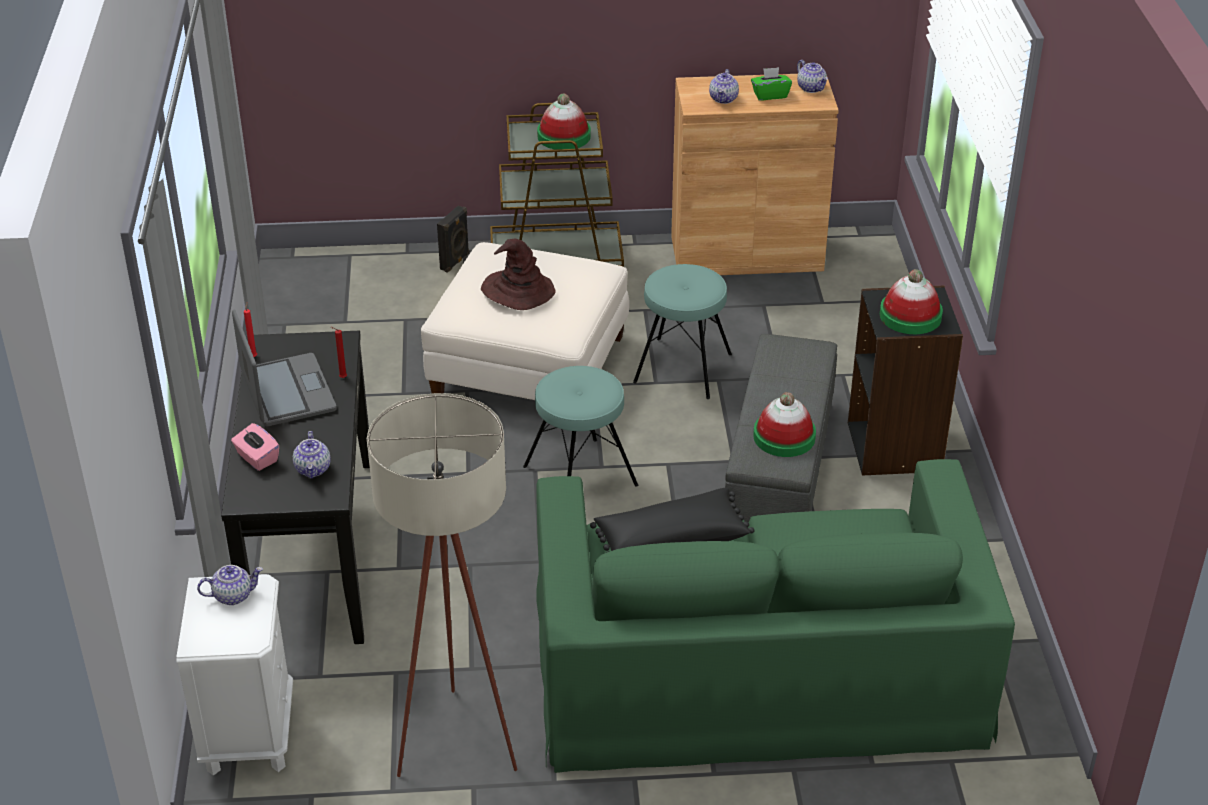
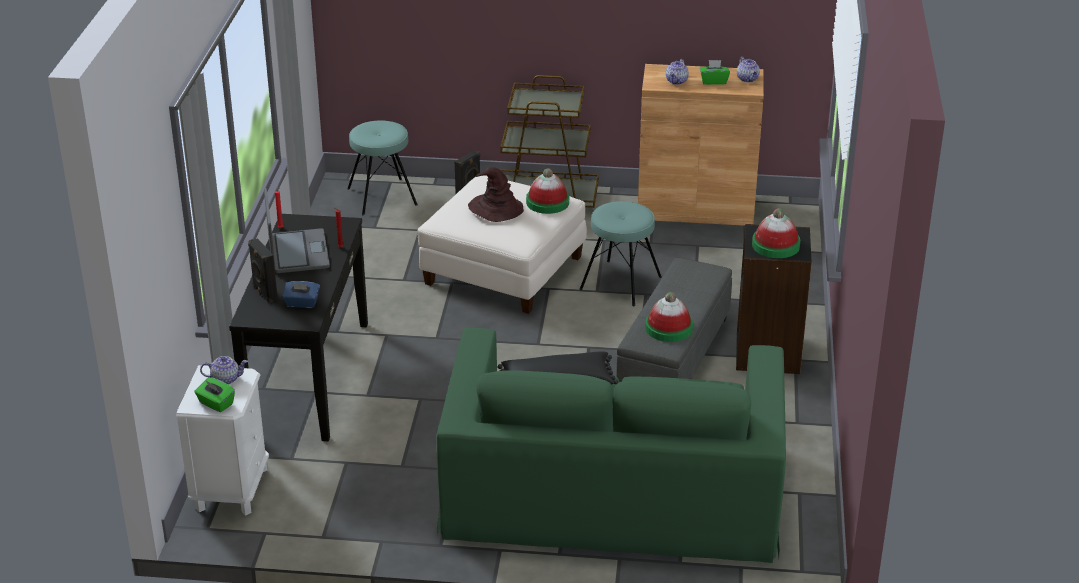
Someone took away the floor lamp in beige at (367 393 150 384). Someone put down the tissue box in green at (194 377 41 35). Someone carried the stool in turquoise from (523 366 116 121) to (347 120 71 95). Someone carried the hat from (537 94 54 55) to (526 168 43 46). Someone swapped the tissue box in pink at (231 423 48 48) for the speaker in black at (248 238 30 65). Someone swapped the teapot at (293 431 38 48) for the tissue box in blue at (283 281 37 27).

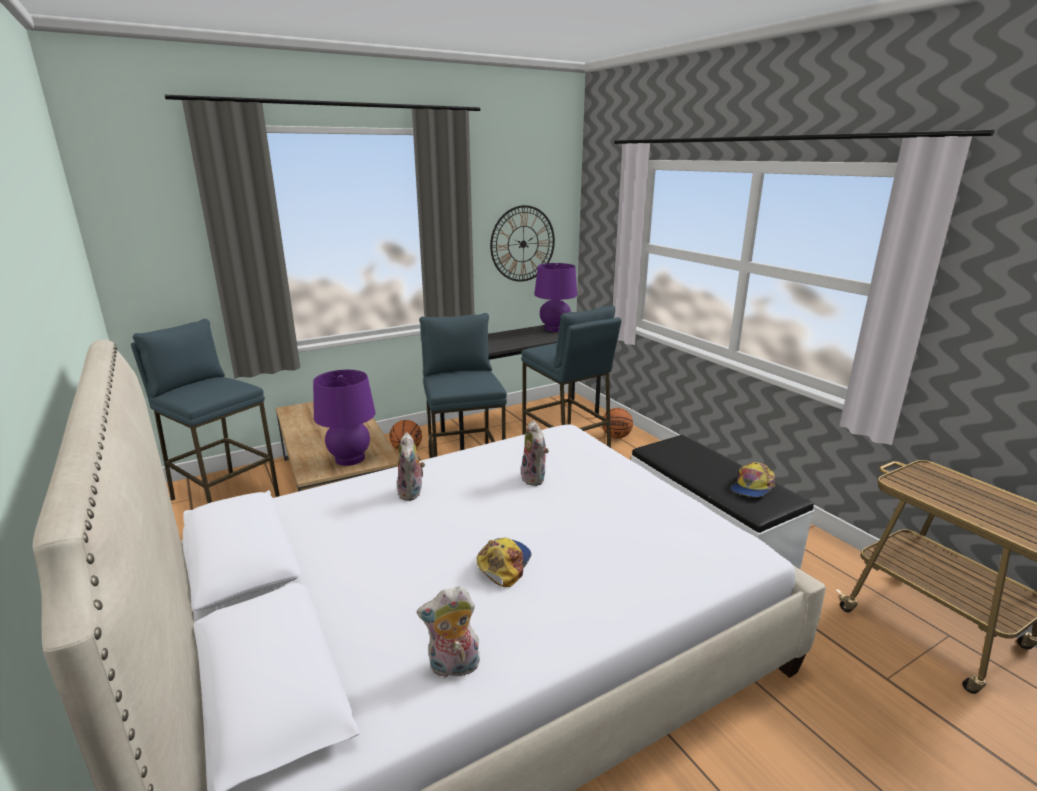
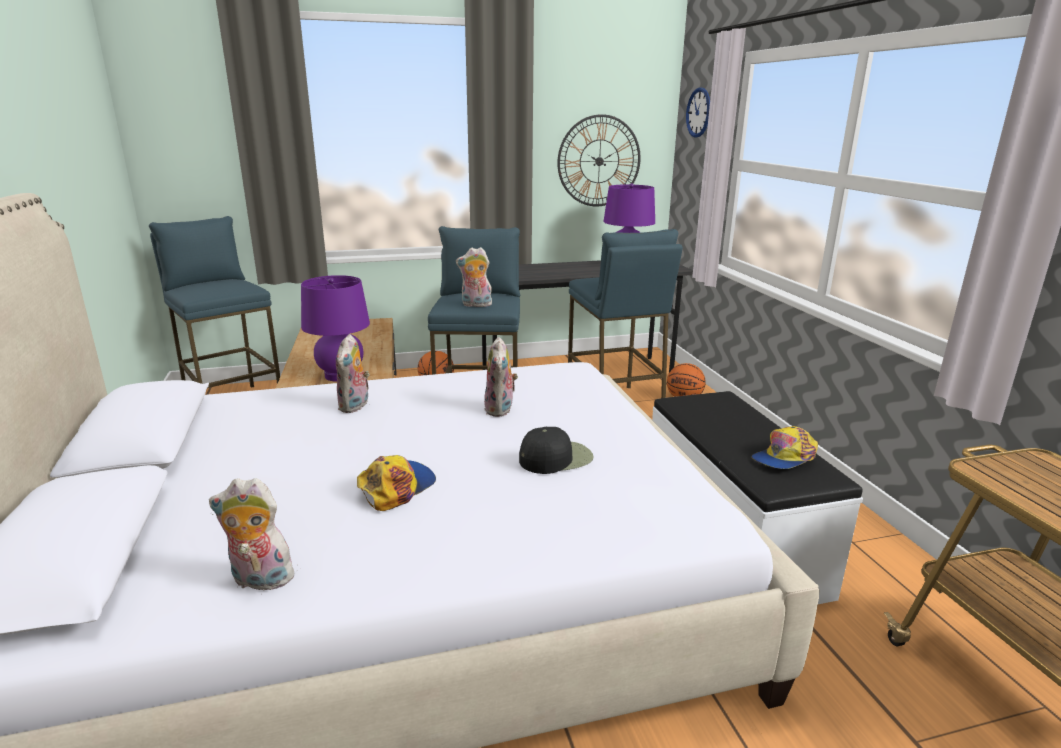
Someone put down the plush toy at (456 247 36 60). Someone put down the cap in black at (519 427 75 47). Someone put up the wall clock at (686 87 24 51).

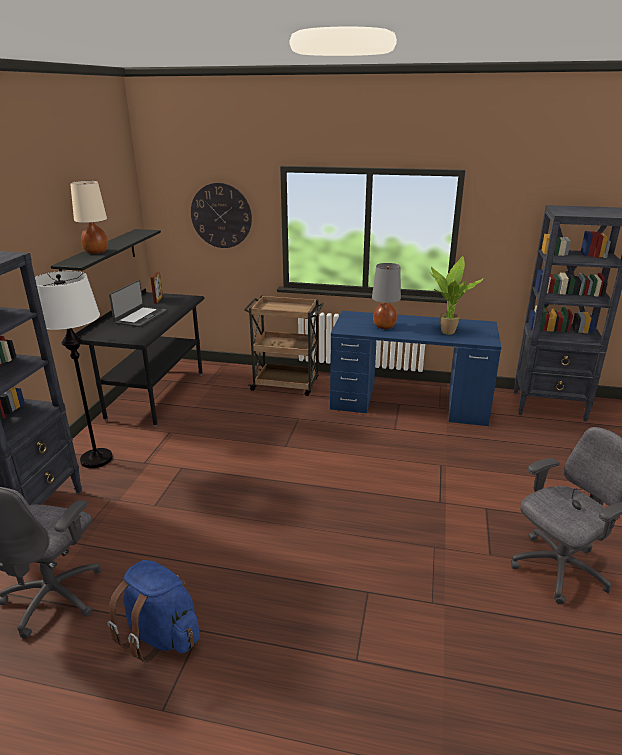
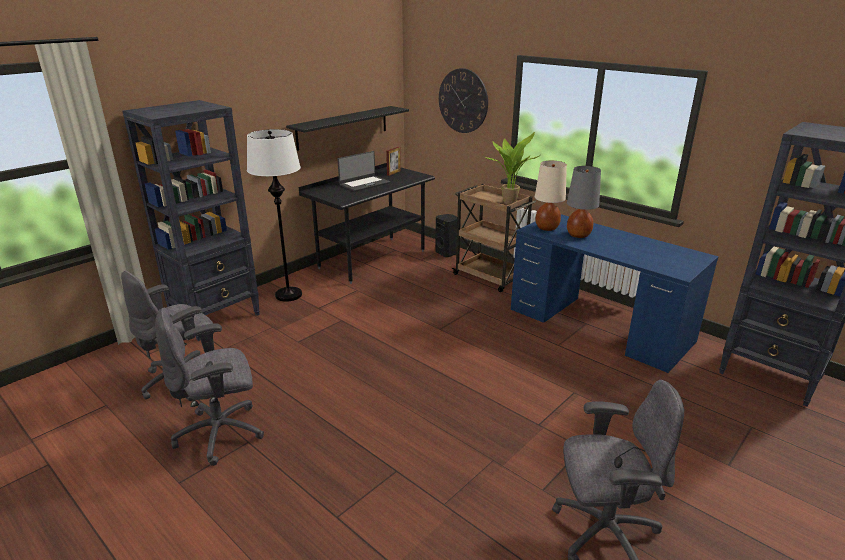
Someone put down the speaker in black at (435 214 22 43). Someone carried the table lamp in beige from (70 181 38 73) to (535 160 32 71). Someone carried the potted plant from (429 256 55 79) to (485 132 54 72). Someone swapped the backpack in blue at (108 560 92 103) for the office chair in grey at (155 308 109 158).

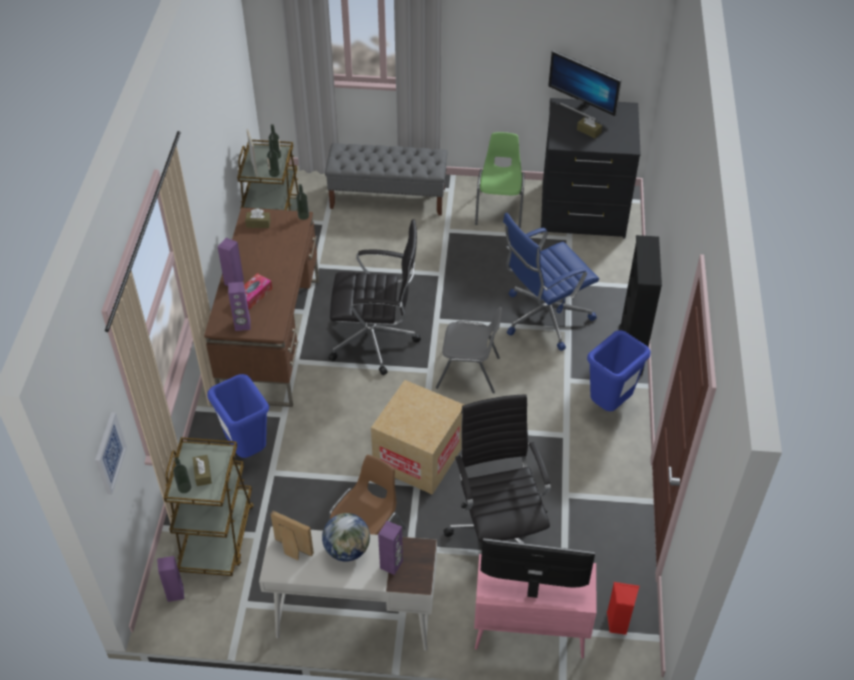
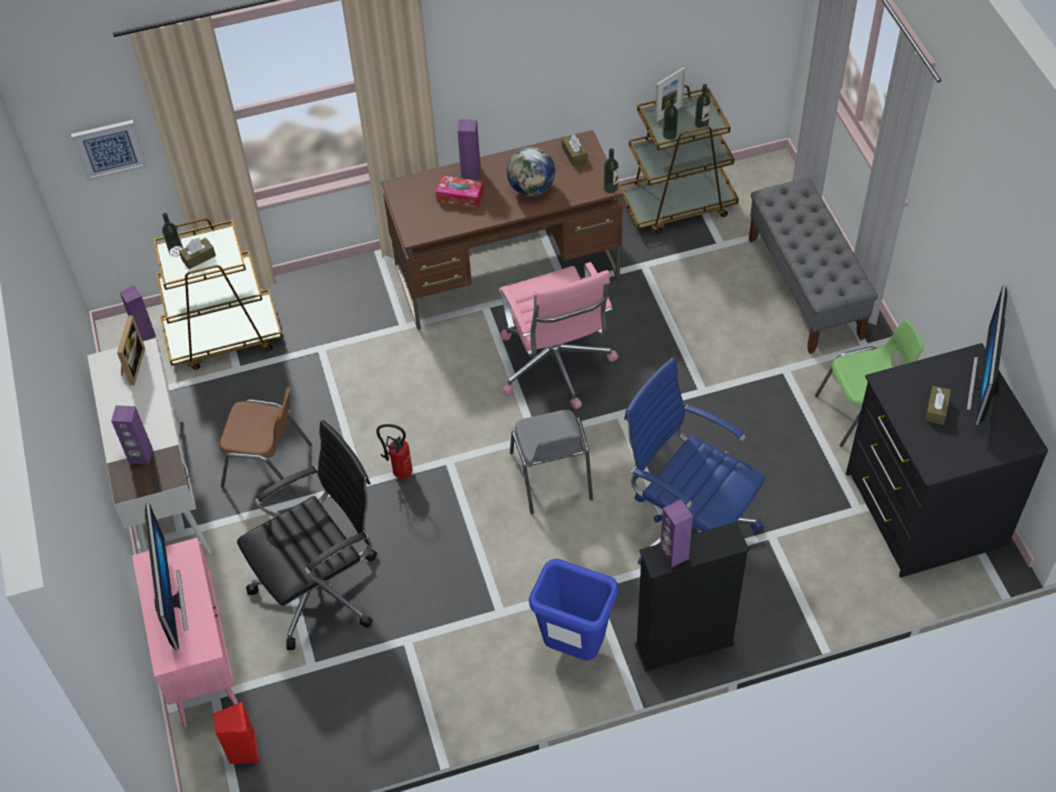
Someone took away the trash can in blue at (207 374 62 84). Someone carried the speaker in purple from (228 282 22 49) to (660 499 33 69). Someone carried the globe from (322 513 48 49) to (507 147 48 49). Someone swapped the cardboard box at (371 380 93 115) for the fire extinguisher at (376 424 37 55). Someone repainted the office chair in black at (329 219 92 156), which became the office chair in pink at (499 262 119 147).

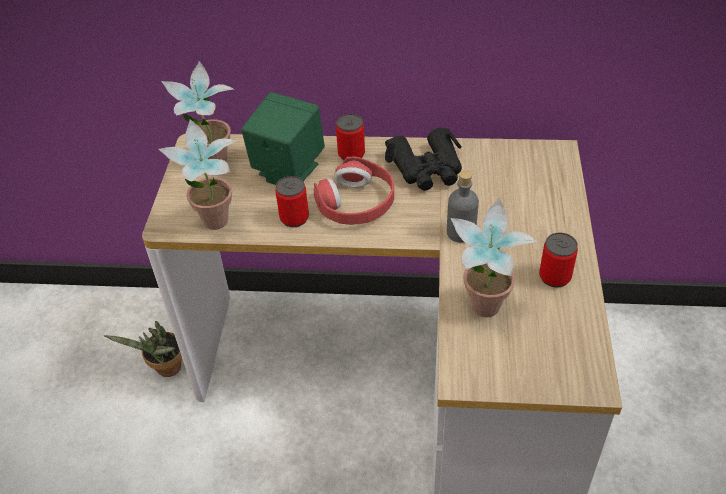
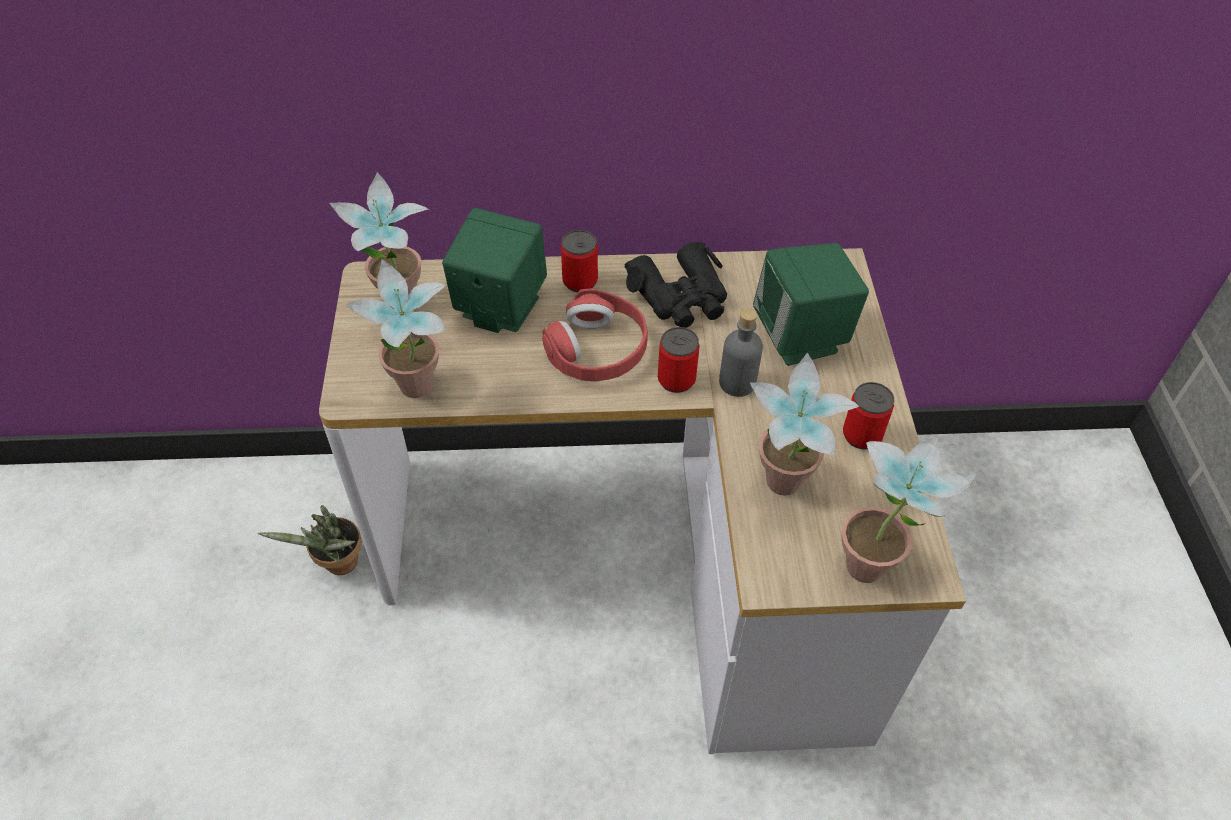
Someone put down the speaker in green at (753 243 116 123). Someone put down the potted plant at (842 436 134 147). Someone carried the can from (275 176 34 51) to (658 327 41 66).

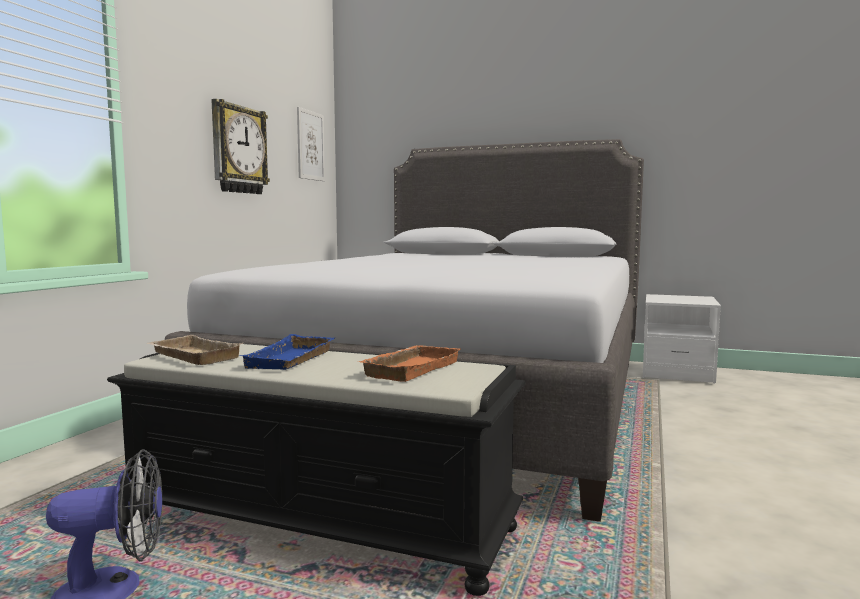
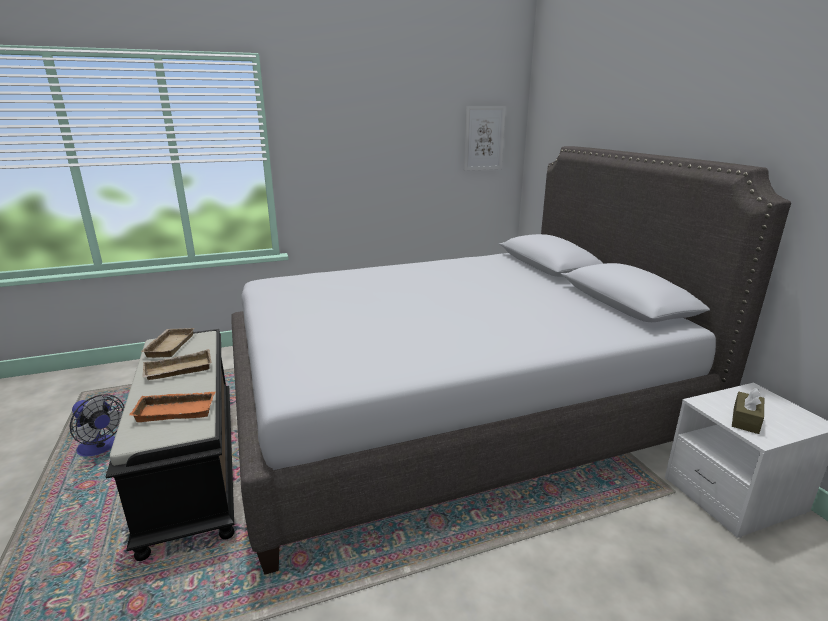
Someone took away the wall clock at (211 99 59 95). Someone put down the tissue box in brown at (732 387 32 47). Someone repainted the tray in blue at (240 334 95 36), which became the tray in beige at (142 349 70 31).

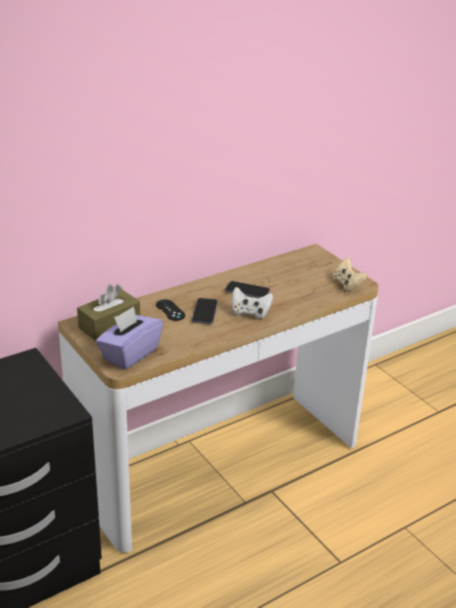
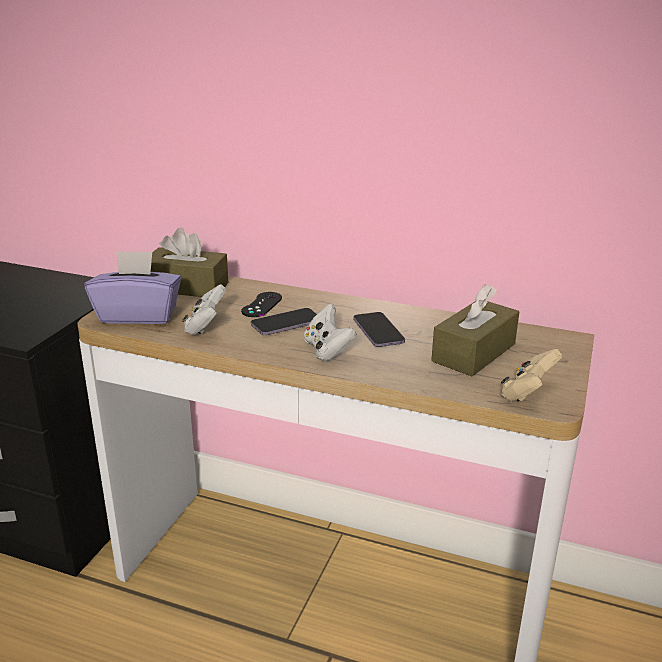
Someone put down the game controller in white at (182 285 44 50). Someone put down the tissue box in brown at (431 285 88 91).

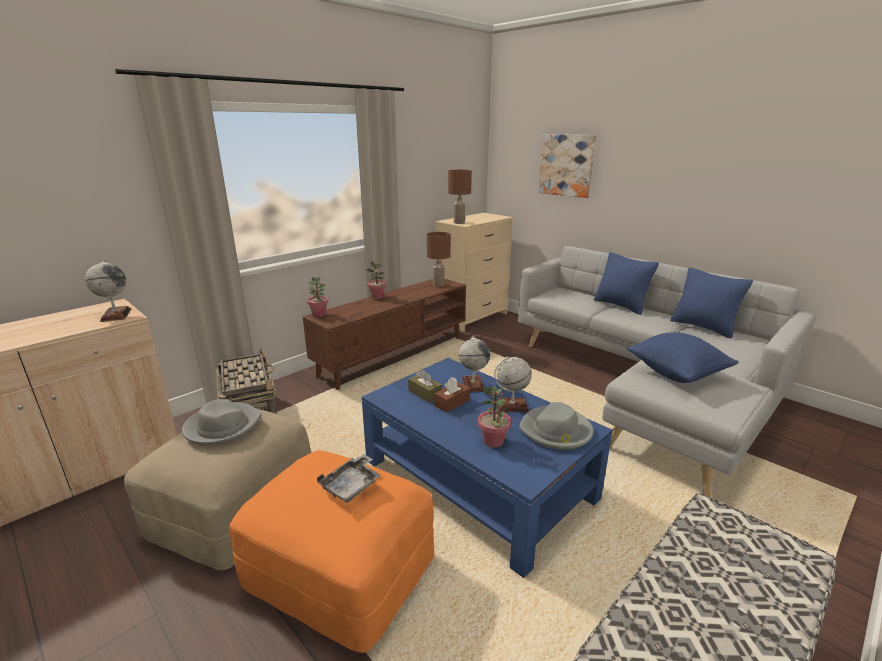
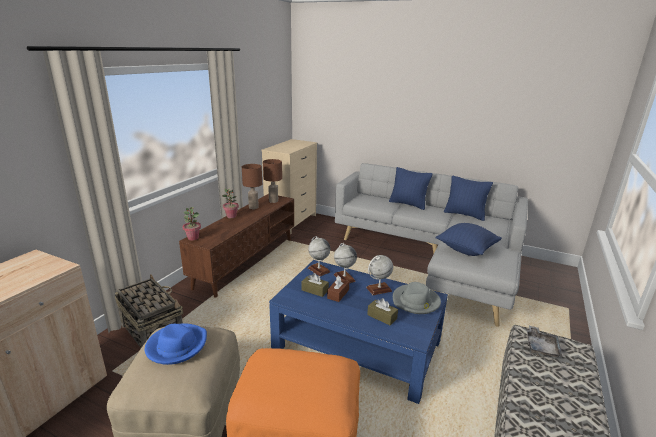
Someone took away the picture at (538 134 58 64). Someone carried the globe from (85 260 46 62) to (308 236 22 40). Someone carried the tray in grey from (317 454 64 49) to (527 326 35 31). Someone carried the table lamp in brown from (448 170 24 54) to (242 164 20 45). Someone swapped the potted plant at (478 386 33 62) for the tissue box in brown at (367 298 31 27). Someone repainted the hat in grey at (182 399 80 47), which became the hat in blue at (145 323 62 42).

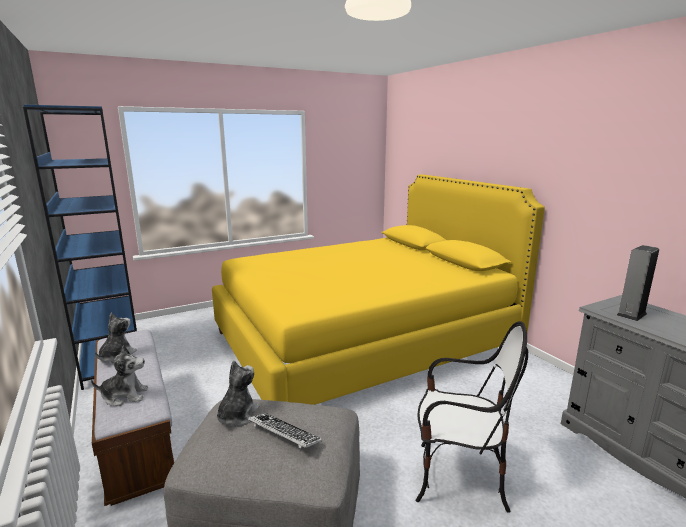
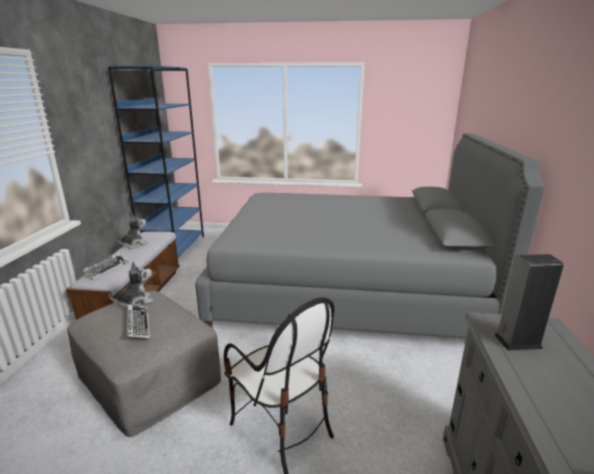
Someone swapped the plush toy at (91 345 57 61) for the keyboard at (81 253 48 26). Someone repainted the bed in yellow at (212 174 333 231), which became the bed in grey at (195 133 350 205).

